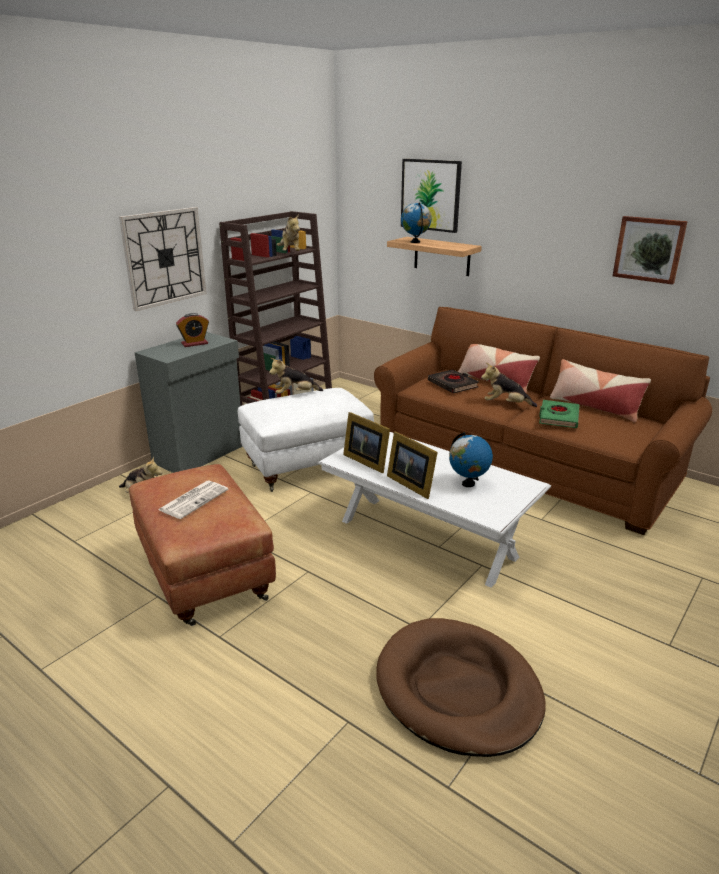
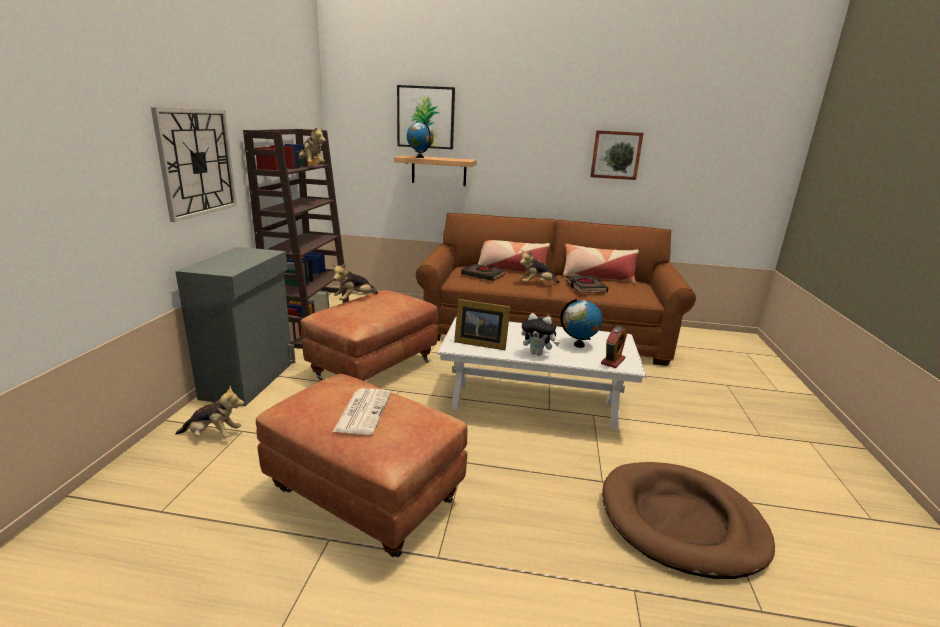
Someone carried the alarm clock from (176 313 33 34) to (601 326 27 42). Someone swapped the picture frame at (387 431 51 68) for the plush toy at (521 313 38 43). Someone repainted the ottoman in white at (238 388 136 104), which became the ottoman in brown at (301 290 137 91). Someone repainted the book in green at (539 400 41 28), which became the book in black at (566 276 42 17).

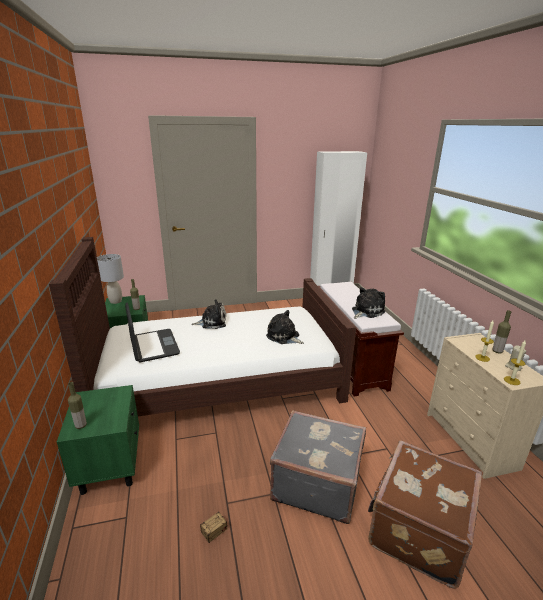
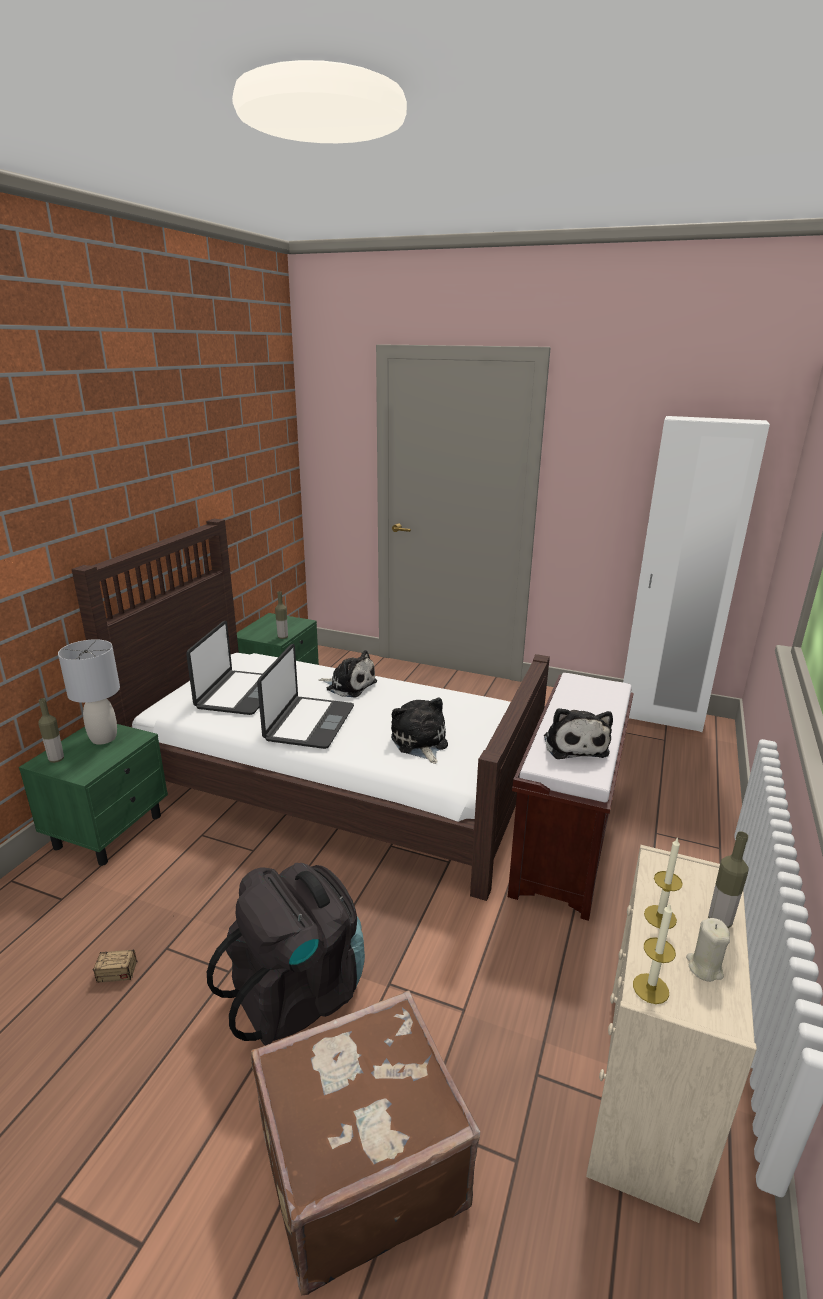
Someone put down the laptop at (257 644 97 105). Someone carried the table lamp in grey from (97 254 27 50) to (58 639 62 106). Someone swapped the suitcase in grey at (270 410 96 114) for the backpack in black at (207 863 158 183). Someone rotated the plush toy at (352 287 33 32) by 90 degrees clockwise.

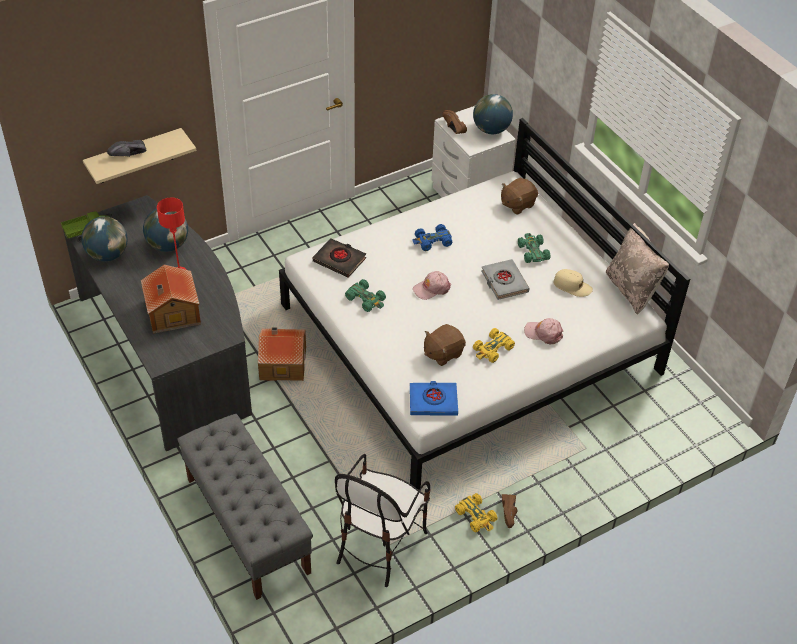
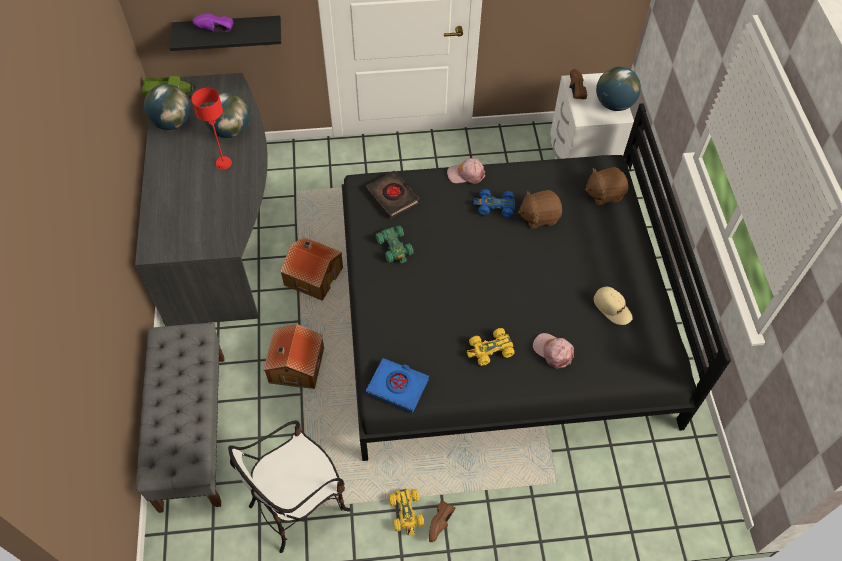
Someone took away the book in grey at (481 259 48 41). Someone took away the toy car in green at (518 233 33 30). Someone took away the pillow in beige at (606 223 63 92). Someone carried the toy house from (141 265 60 69) to (263 324 61 65). Someone carried the cap in pink from (413 271 38 29) to (447 158 38 26). Someone carried the plush toy in brown from (424 324 42 42) to (518 190 44 39). Someone repainted the shelf in beige at (83 128 113 56), which became the shelf in black at (170 16 111 35). Someone repainted the shoe in black at (107 140 40 17), which became the shoe in purple at (193 13 40 19). Someone repainted the bed in white at (279 118 411 372), which became the bed in black at (342 103 389 358).

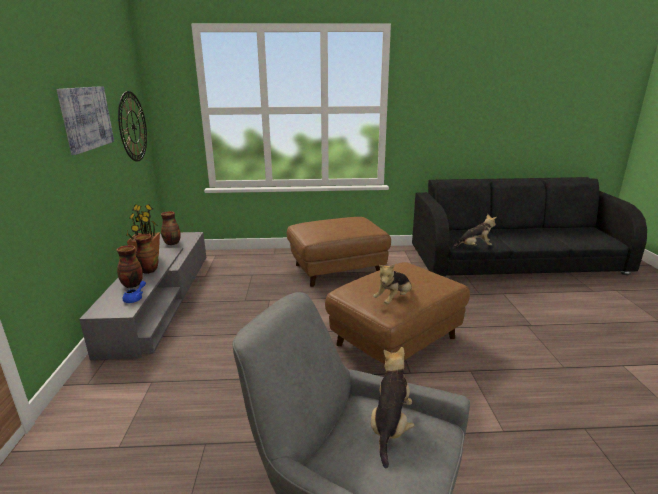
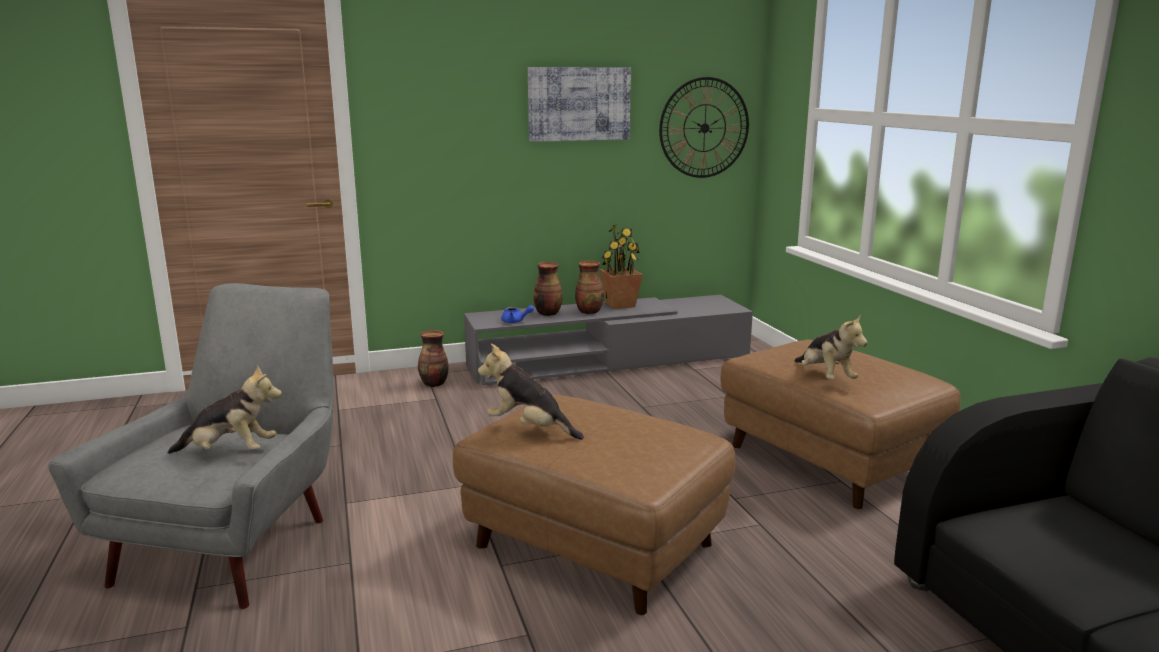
Someone carried the vase from (161 211 20 34) to (418 330 31 57). Someone carried the plush toy from (452 214 45 34) to (794 314 74 66).

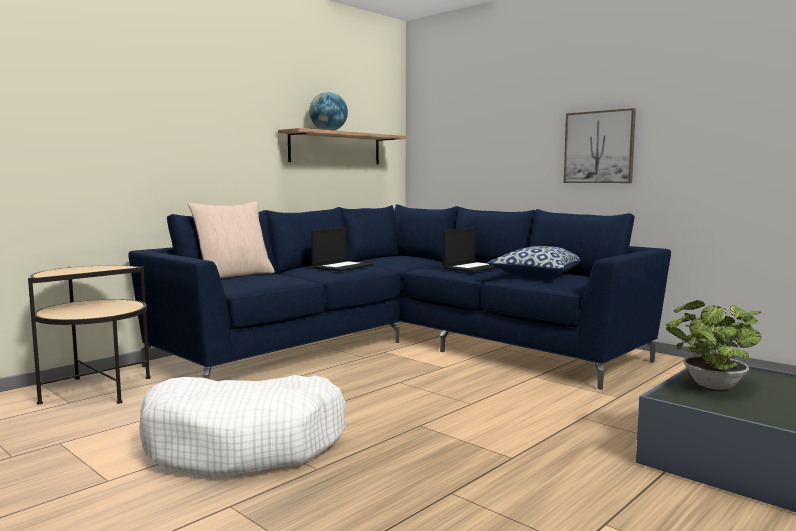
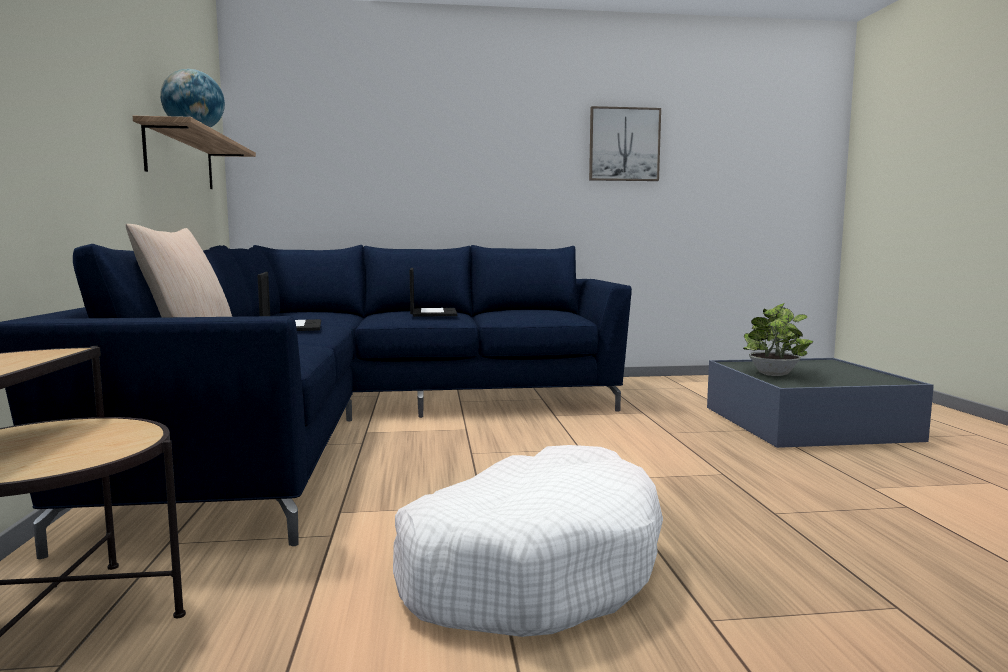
Someone took away the pillow at (488 246 92 32). Someone carried the picture from (564 108 72 75) to (589 106 72 75).

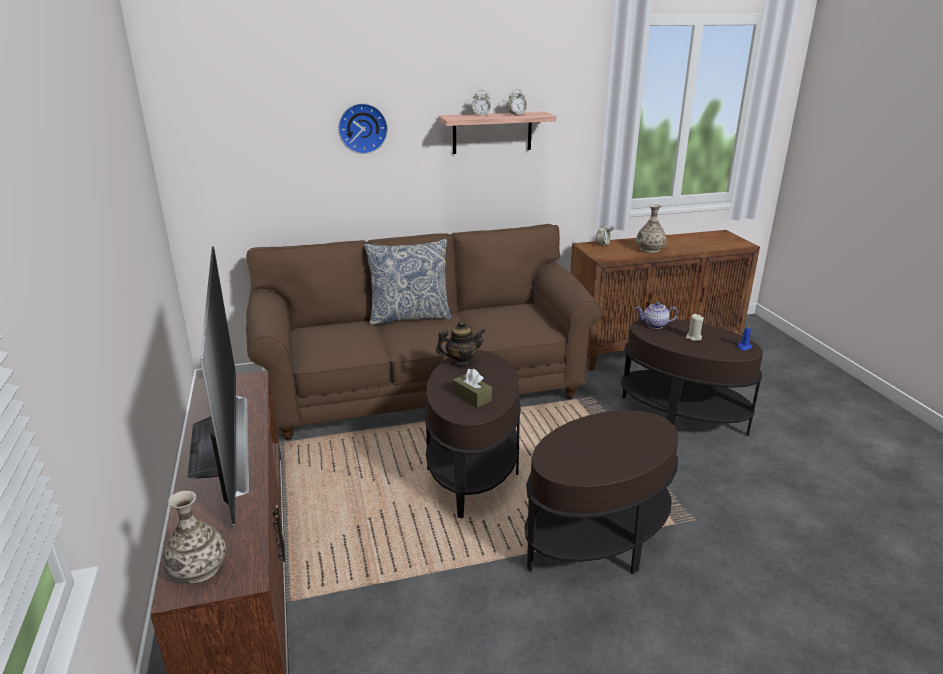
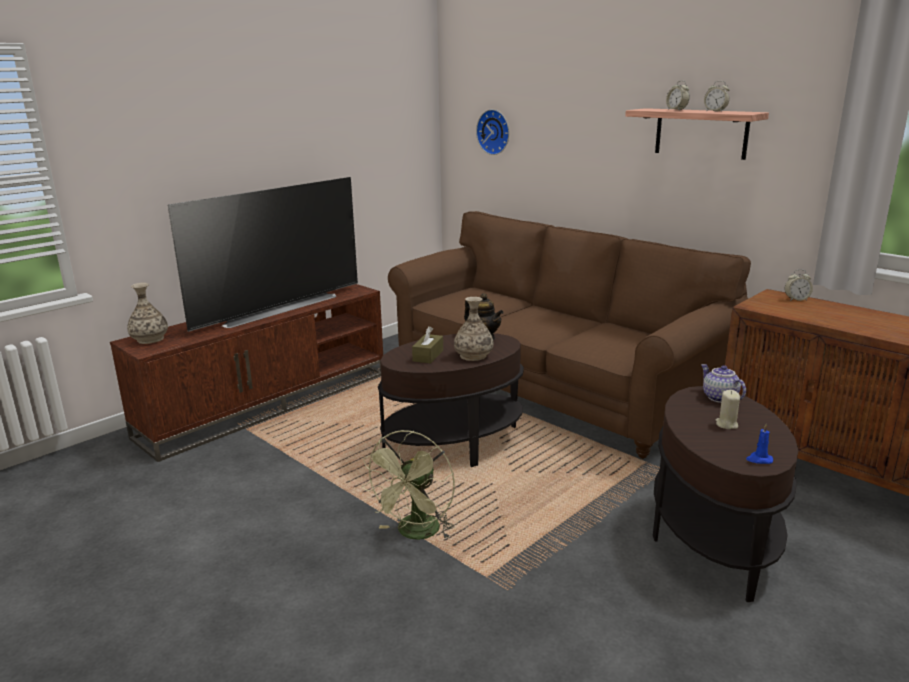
Someone took away the pillow at (365 239 87 86). Someone carried the wall clock from (338 103 50 51) to (476 109 33 46). Someone carried the vase from (636 204 31 49) to (454 297 40 64). Someone swapped the side table in brown at (524 410 154 164) for the fan in green at (362 430 93 110).

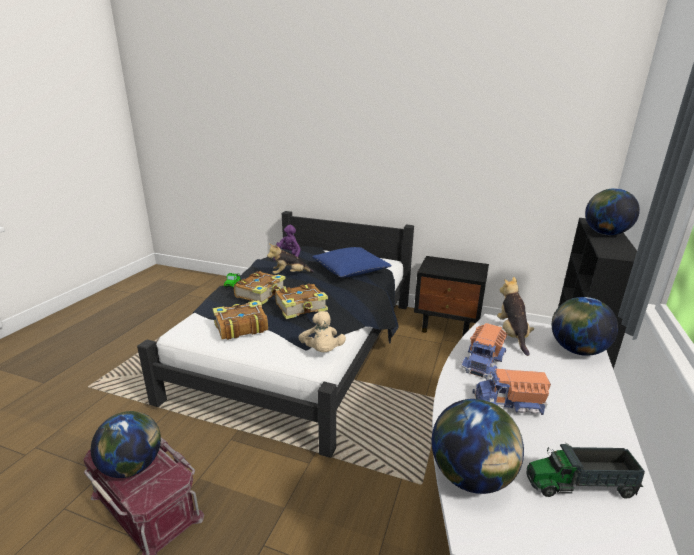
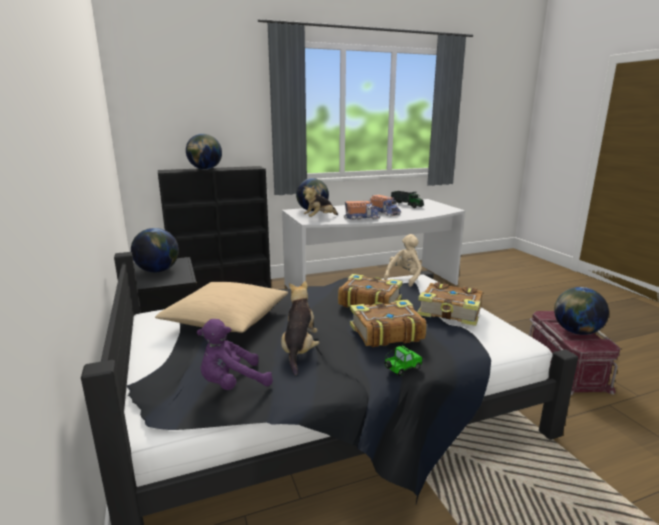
Someone carried the globe from (432 399 92 95) to (131 228 48 44). Someone repainted the pillow in blue at (312 247 80 30), which became the pillow in beige at (155 282 133 51). Someone rotated the plush toy at (267 244 47 30) by 120 degrees counterclockwise.

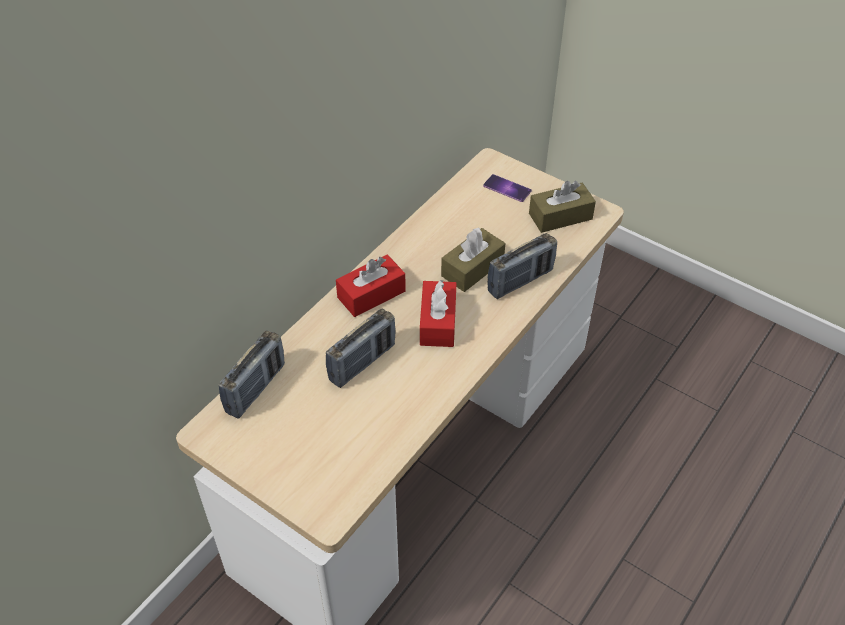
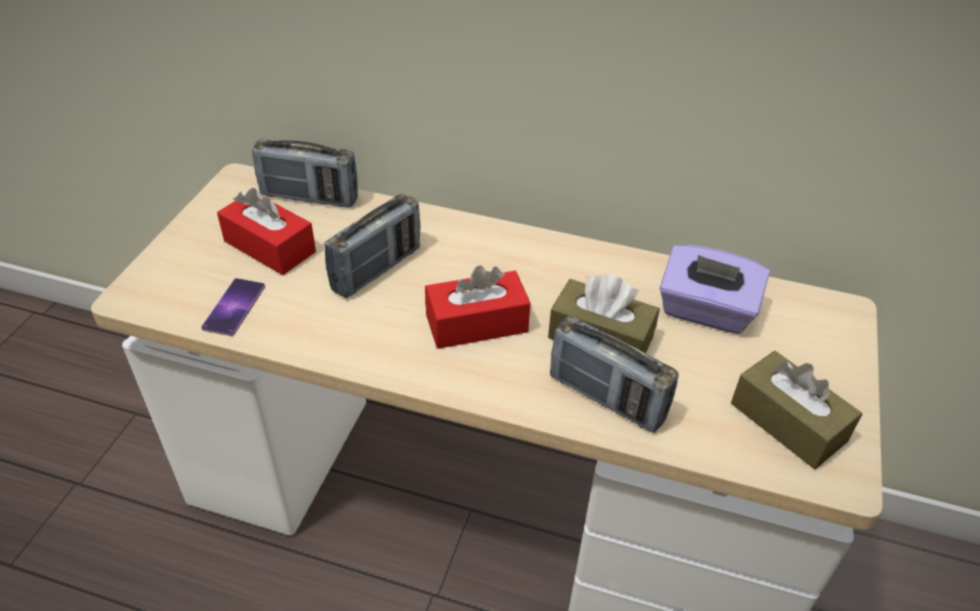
Someone put down the tissue box in purple at (660 245 110 89). Someone carried the tissue box in red from (336 255 70 62) to (217 188 99 87). Someone carried the phone from (483 174 49 28) to (201 278 64 58). Someone rotated the radio at (326 309 70 79) by 75 degrees counterclockwise.

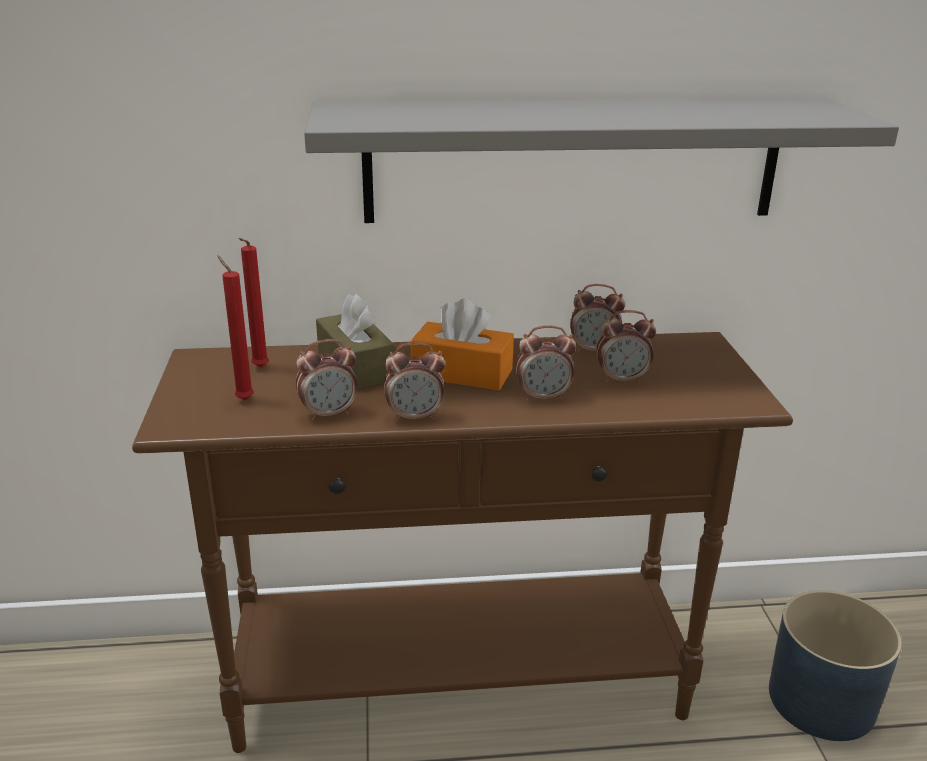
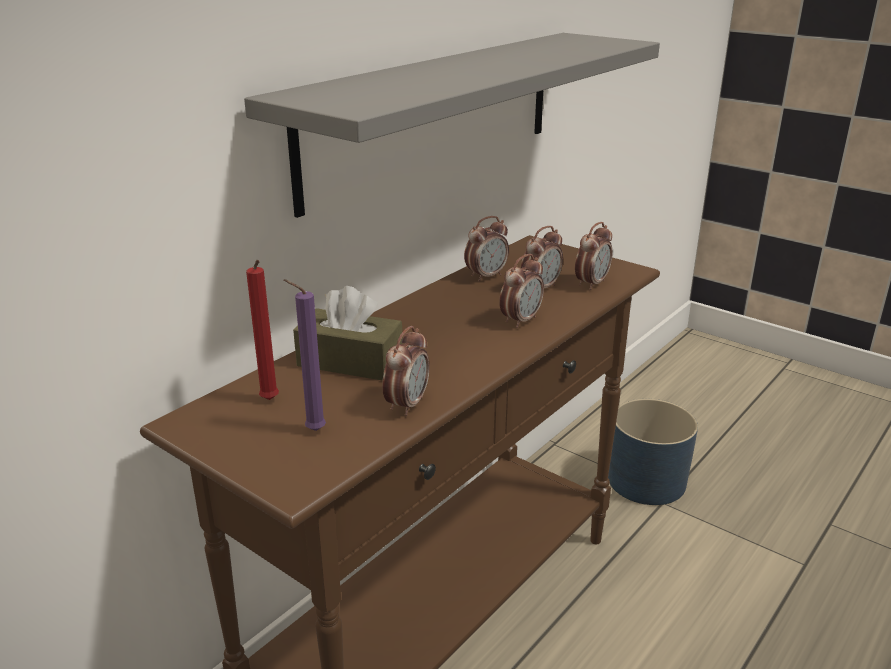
Someone took away the tissue box in orange at (411 298 103 92). Someone carried the alarm clock from (384 343 61 79) to (575 222 38 68). Someone repainted the candle in red at (217 255 37 145), which became the candle in purple at (284 279 42 152).

